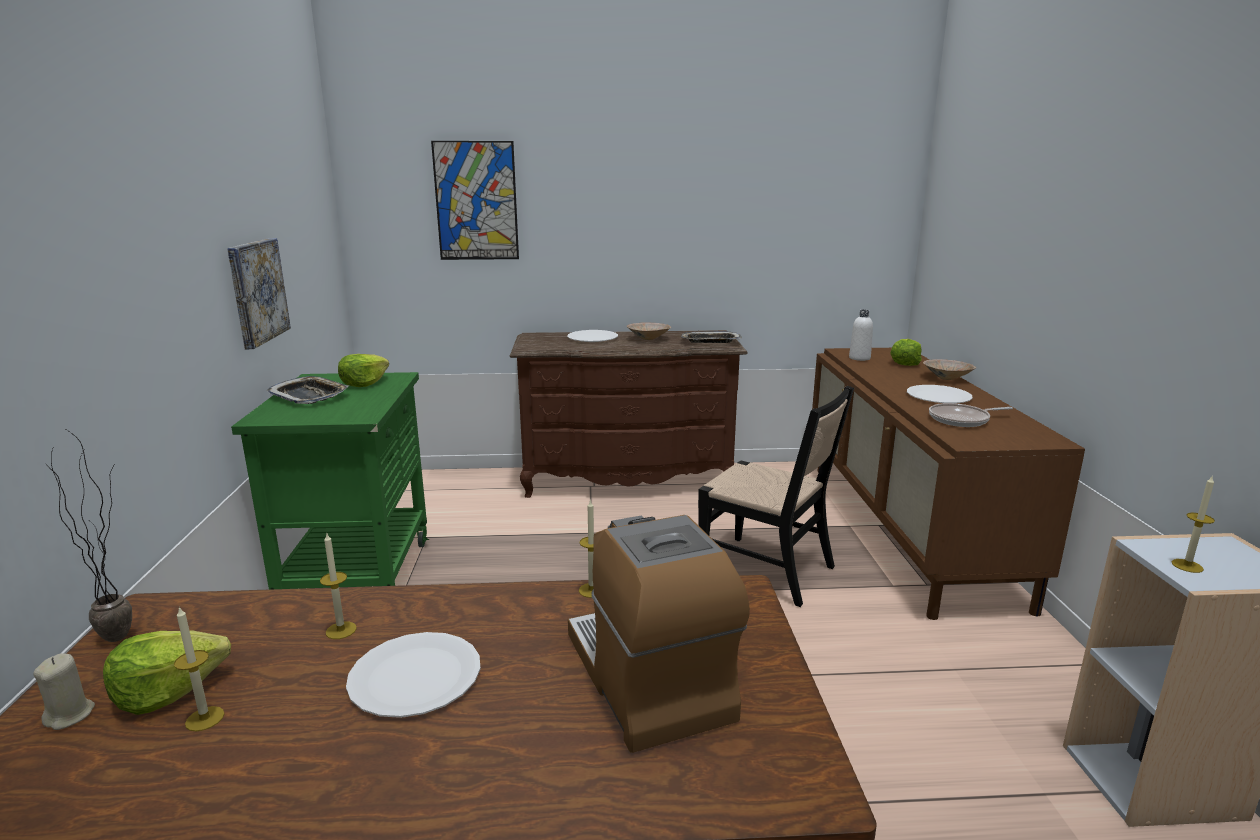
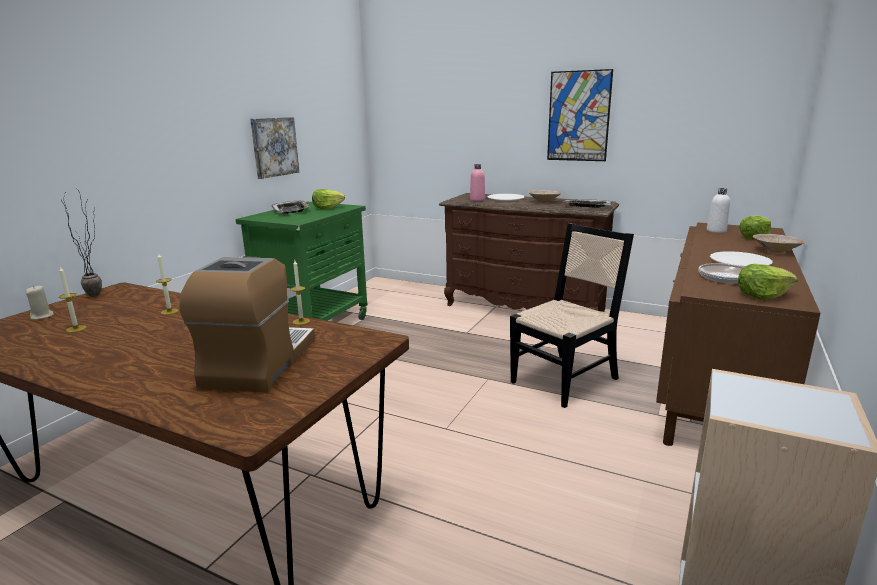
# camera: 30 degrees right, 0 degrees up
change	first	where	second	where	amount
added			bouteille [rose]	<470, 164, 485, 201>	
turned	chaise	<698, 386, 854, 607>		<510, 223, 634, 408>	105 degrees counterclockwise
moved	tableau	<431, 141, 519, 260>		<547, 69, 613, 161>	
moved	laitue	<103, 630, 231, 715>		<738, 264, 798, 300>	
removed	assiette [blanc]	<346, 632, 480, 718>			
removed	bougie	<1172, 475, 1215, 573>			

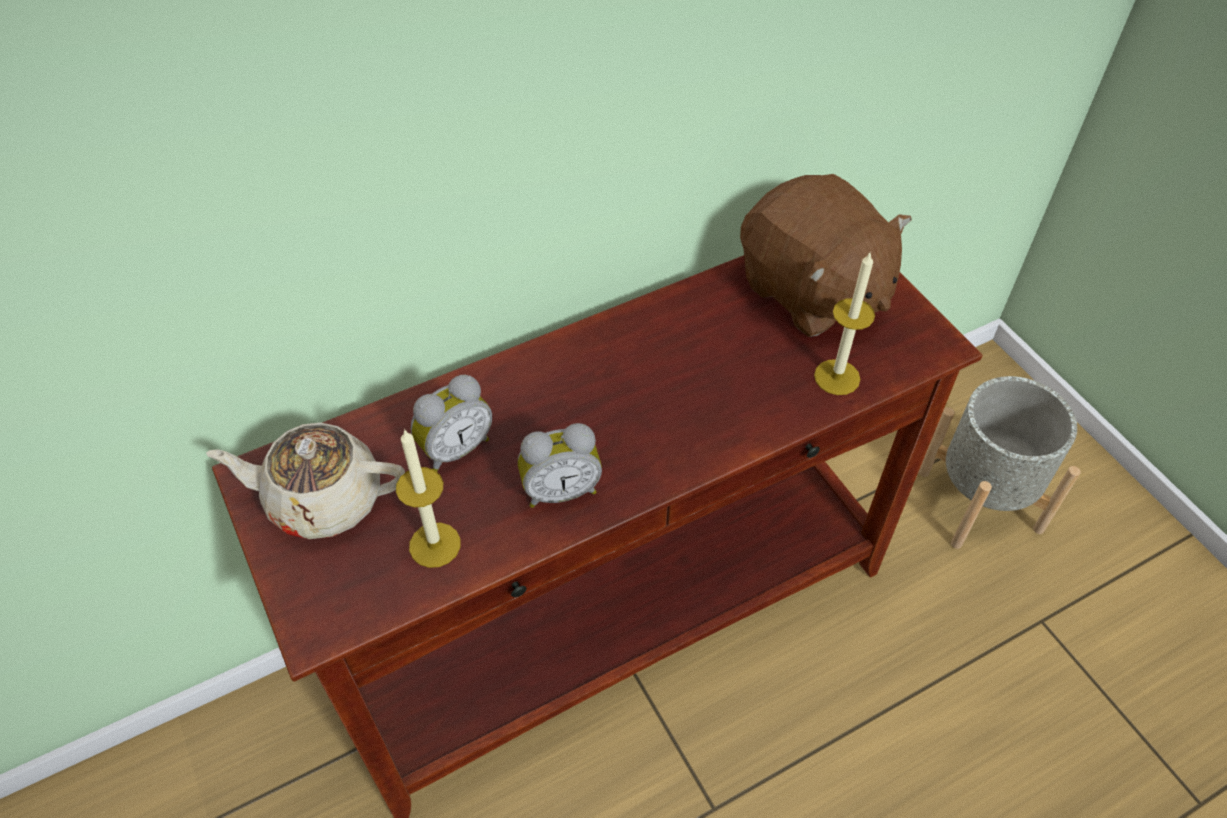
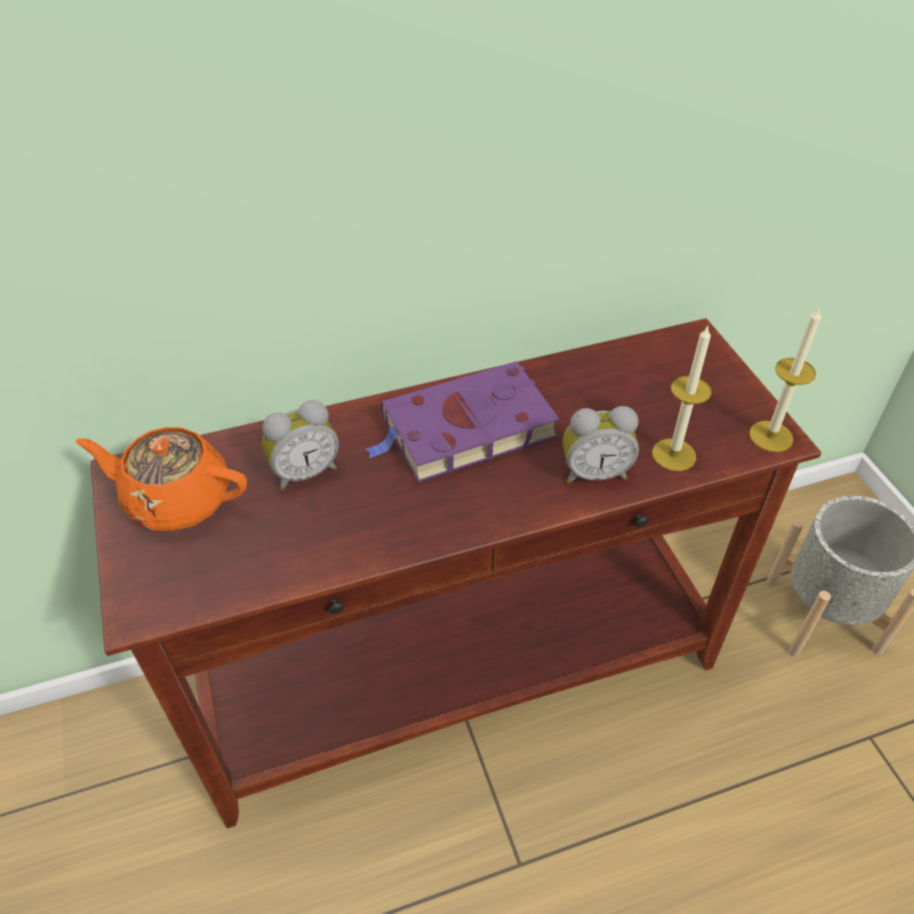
# camera: 10 degrees right, 5 degrees down
change	first	where	second	where	amount
recoloured	théière [beige]	<206, 422, 405, 539>	théière [orange]	<76, 427, 247, 531>	
added			livre [violet]	<365, 361, 560, 483>	
moved	réveil	<518, 423, 602, 508>		<563, 406, 639, 484>	
moved	bougie	<396, 429, 461, 568>		<749, 306, 821, 452>	
removed	peluche [marron]	<740, 174, 912, 337>			

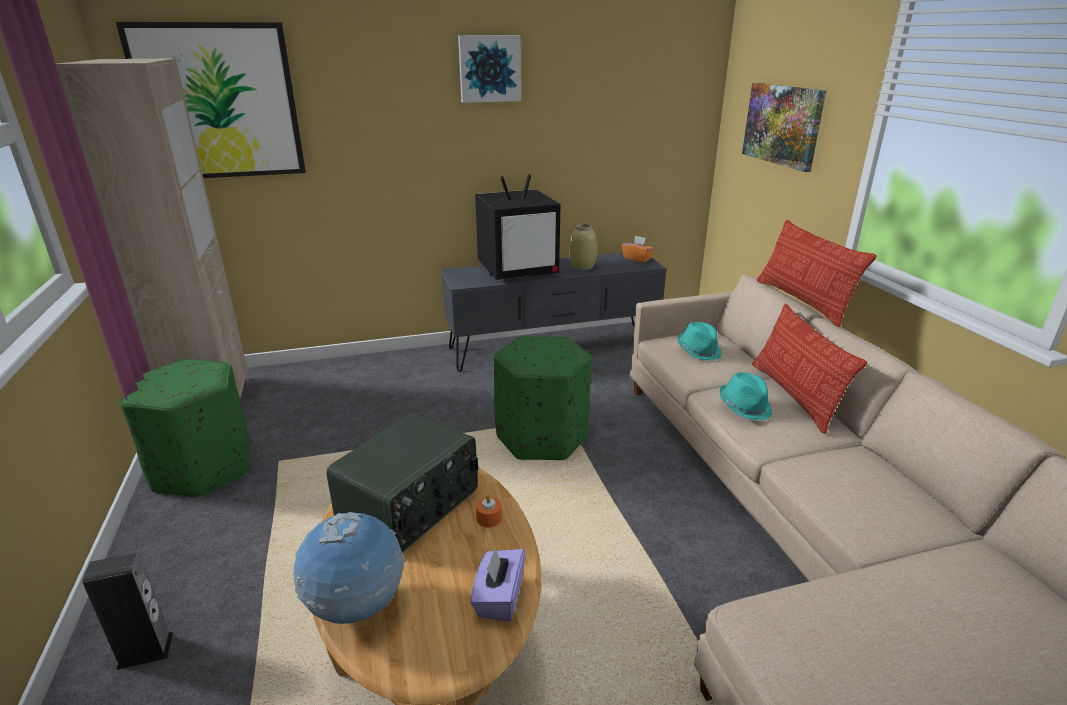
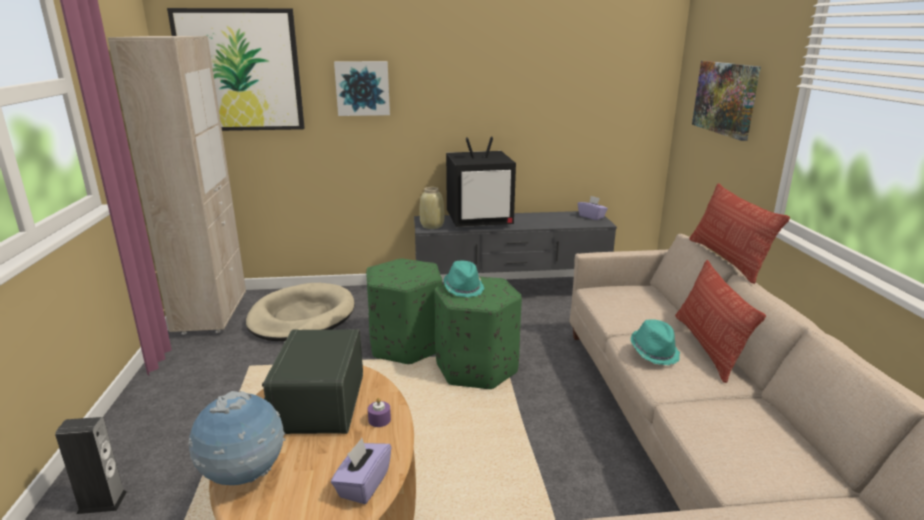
# camera: 10 degrees right, 5 degrees down
change	first	where	second	where	amount
added			panier pour chien [beige]	<246, 283, 354, 341>	
turned	radio	<326, 413, 478, 552>		<262, 329, 363, 434>	135 degrees clockwise
moved	tableau	<458, 35, 521, 103>		<334, 61, 390, 116>	
moved	pouf [vert]	<120, 359, 250, 498>		<366, 258, 442, 364>	
recoloured	bougie [orange]	<476, 494, 502, 528>	bougie [violet]	<368, 397, 391, 427>	
moved	vase [beige]	<570, 224, 597, 270>		<419, 187, 444, 229>	
moved	chapeau [turquoise]	<678, 322, 722, 361>		<444, 261, 484, 297>	
recoloured	boîte à mouchoirs [orange]	<622, 236, 654, 262>	boîte à mouchoirs [violet]	<578, 196, 608, 220>	

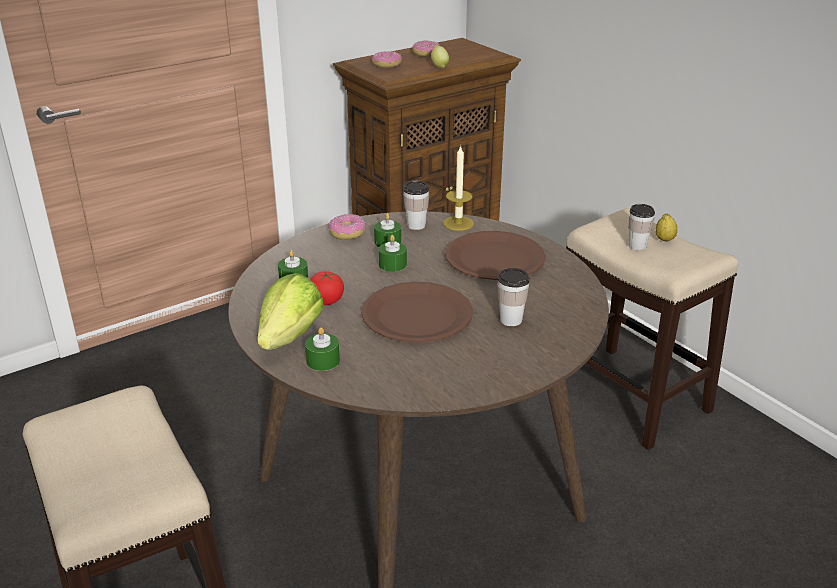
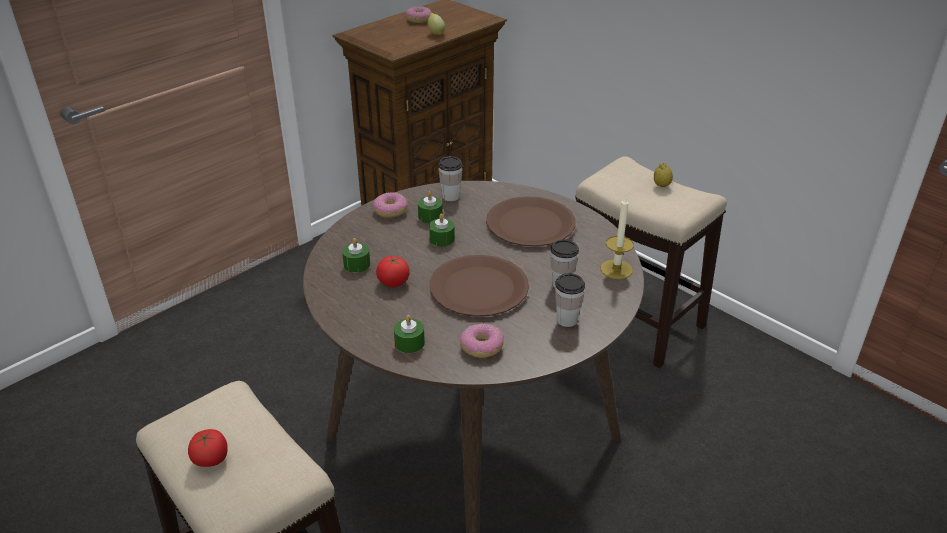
# camera: 10 degrees left, 5 degrees up
change	first	where	second	where	amount
added			tomate	<188, 429, 228, 467>	
moved	beignet	<372, 51, 402, 68>		<460, 323, 504, 358>	
moved	tasse	<629, 204, 655, 250>		<555, 273, 585, 327>	
moved	bougie	<443, 145, 474, 231>		<601, 197, 634, 279>	
removed	laitue	<257, 273, 324, 350>			

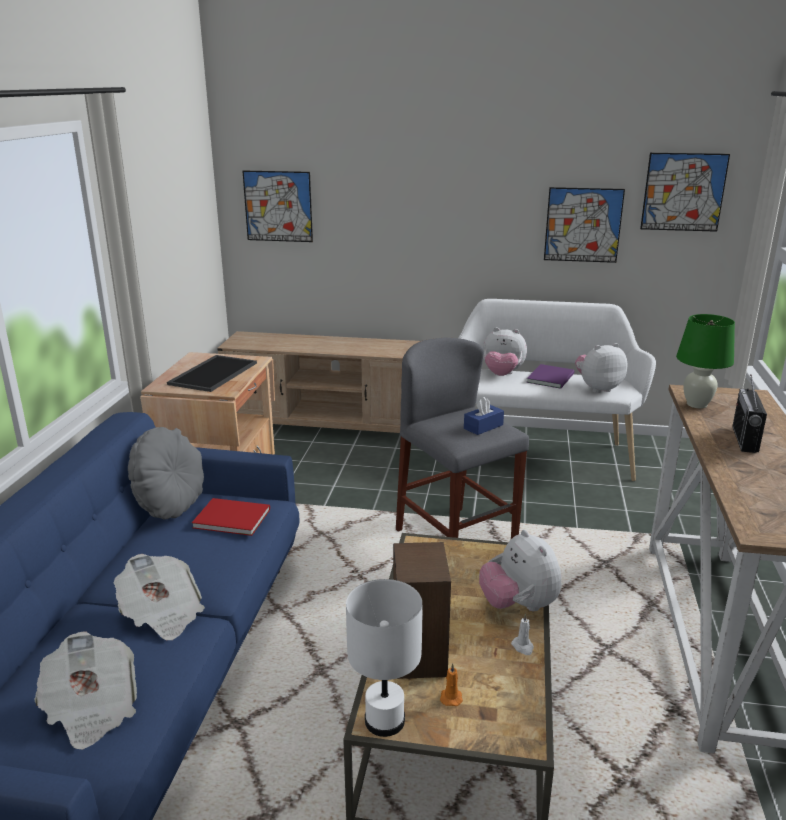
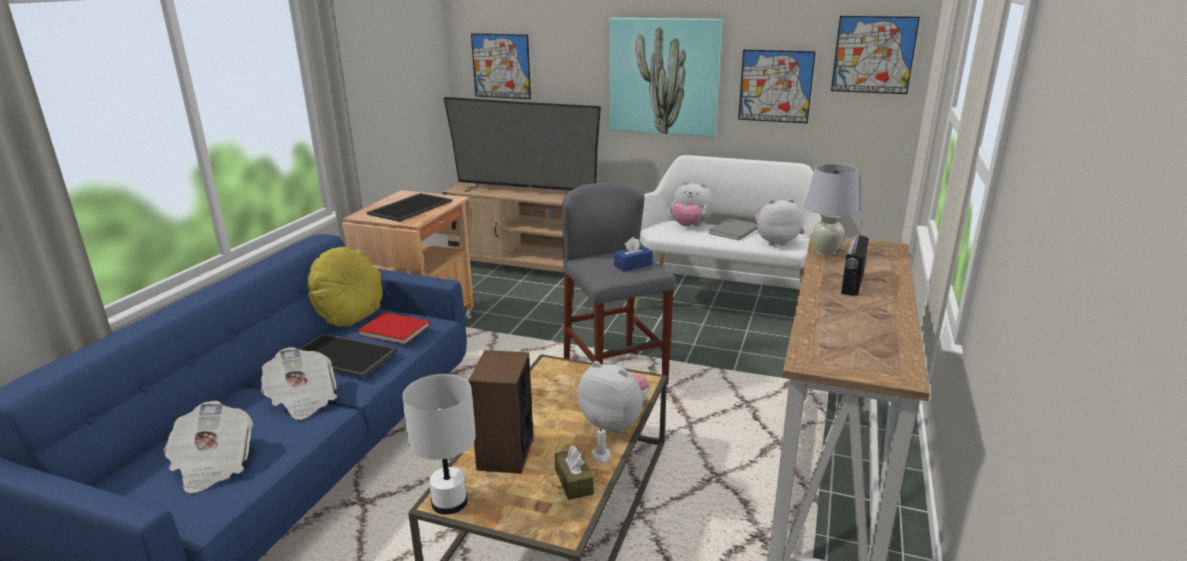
# camera: 10 degrees right, 0 degrees up
change	first	where	second	where	amount
added			plateau	<298, 333, 397, 378>	
recoloured	coussin [gris]	<128, 427, 204, 520>	coussin [jaune]	<307, 247, 383, 326>	
added			téléviseur	<444, 97, 601, 192>	
added			boîte à mouchoirs [marron]	<555, 445, 594, 500>	
turned	peluche	<479, 530, 561, 611>		<578, 361, 650, 433>	135 degrees clockwise
added			tableau	<609, 18, 722, 137>	
recoloured	livre [violet]	<526, 364, 575, 389>	livre [gris]	<709, 218, 758, 241>	
recoloured	lampe de table [vert]	<676, 314, 735, 408>	lampe de table [blanc]	<805, 164, 859, 256>	
removed	bougie [orange]	<440, 663, 463, 706>			

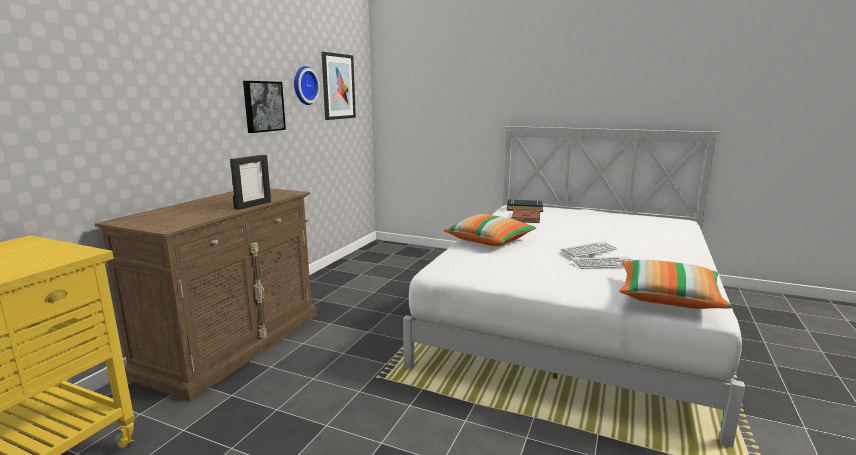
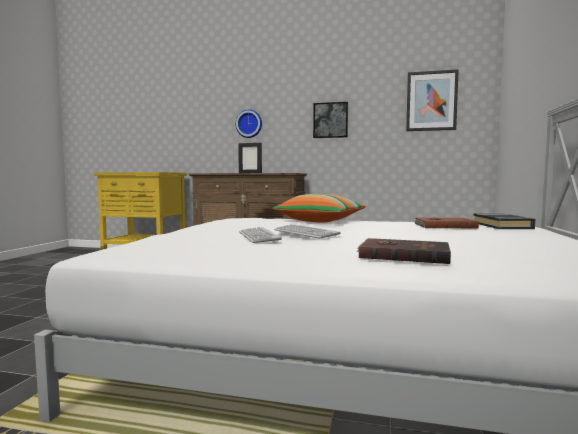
# camera: 80 degrees right, 10 degrees down
change	first	where	second	where	amount
moved	horloge murale	<294, 66, 320, 105>		<236, 110, 262, 138>	
added			livre [marron]	<356, 238, 451, 264>	
removed	coussin	<619, 260, 733, 309>			

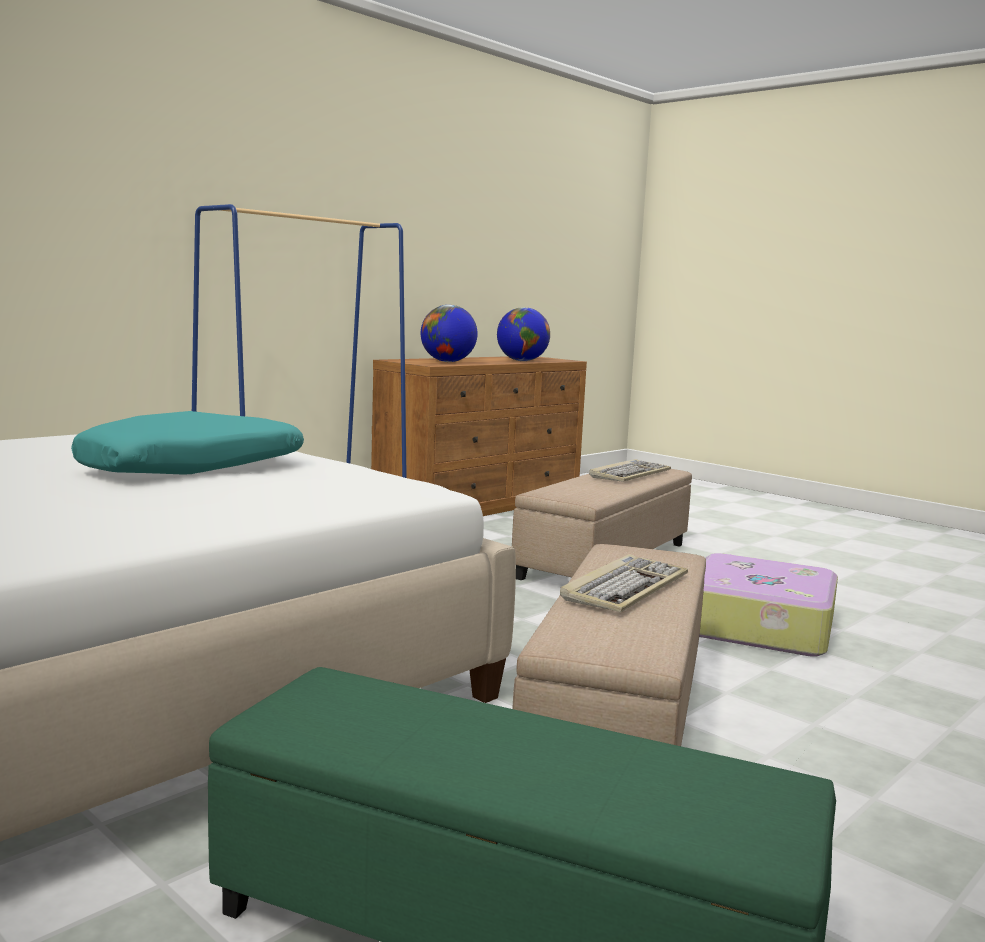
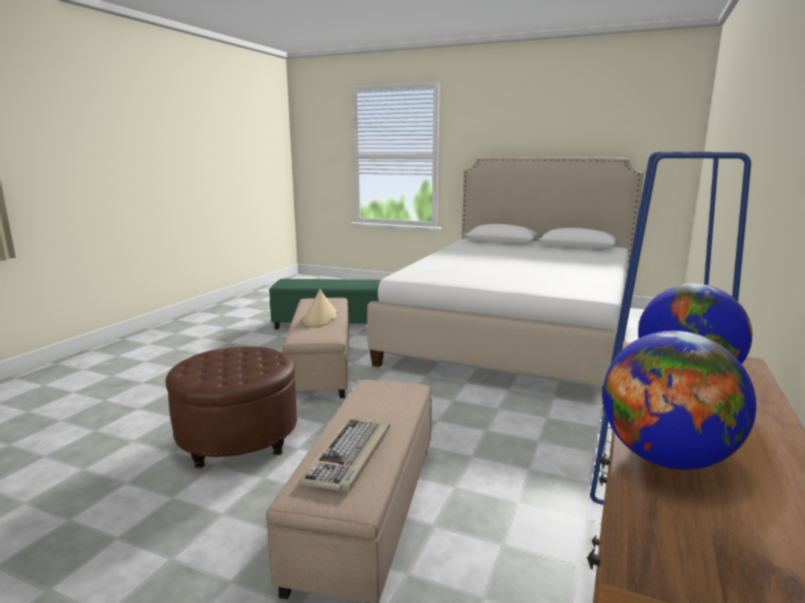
# camera: 160 degrees right, 5 degrees up
change	first	where	second	where	amount
replaced	valise	<699, 553, 838, 657>	pouf [marron]	<166, 347, 297, 468>	
replaced	clavier	<560, 554, 688, 612>	chapeau [beige]	<303, 289, 338, 327>	
removed	coussin [turquoise]	<71, 411, 304, 474>			

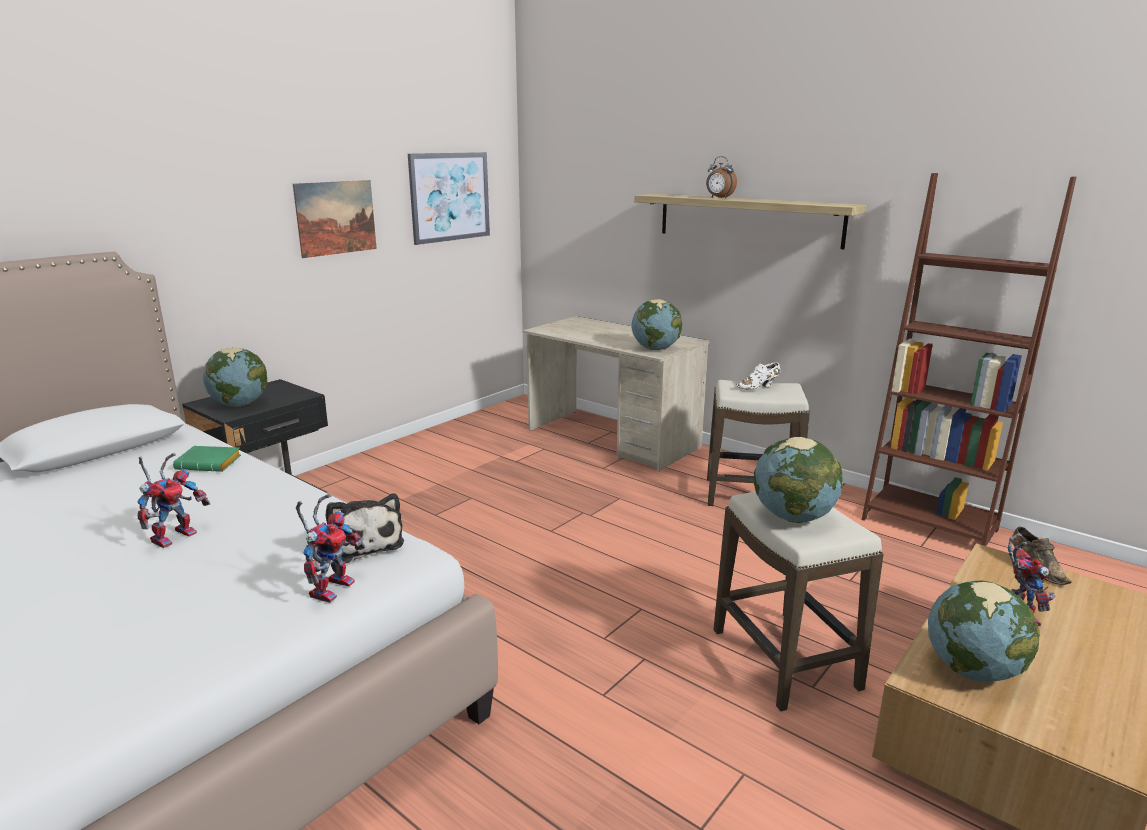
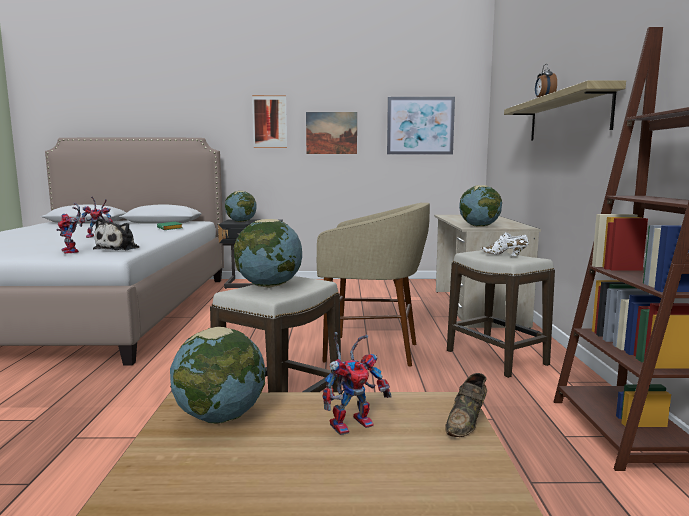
# camera: 50 degrees right, 10 degrees down
change	first	where	second	where	amount
turned	robot jouet	<296, 494, 365, 603>		<57, 202, 81, 254>	75 degrees clockwise
added			tableau	<252, 95, 287, 148>	
added			tabouret [beige]	<317, 203, 430, 366>	

